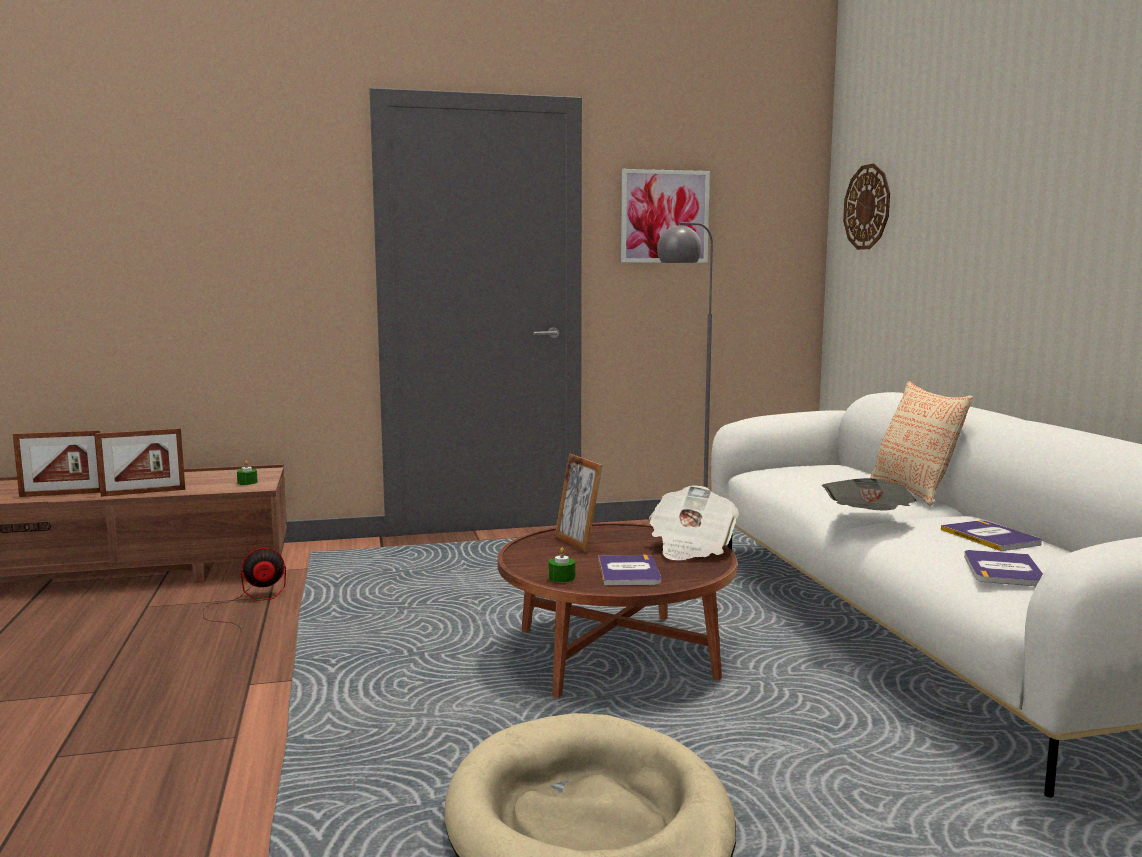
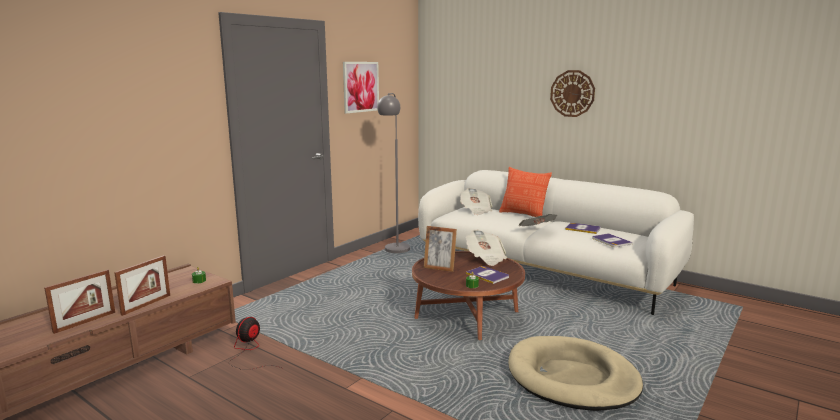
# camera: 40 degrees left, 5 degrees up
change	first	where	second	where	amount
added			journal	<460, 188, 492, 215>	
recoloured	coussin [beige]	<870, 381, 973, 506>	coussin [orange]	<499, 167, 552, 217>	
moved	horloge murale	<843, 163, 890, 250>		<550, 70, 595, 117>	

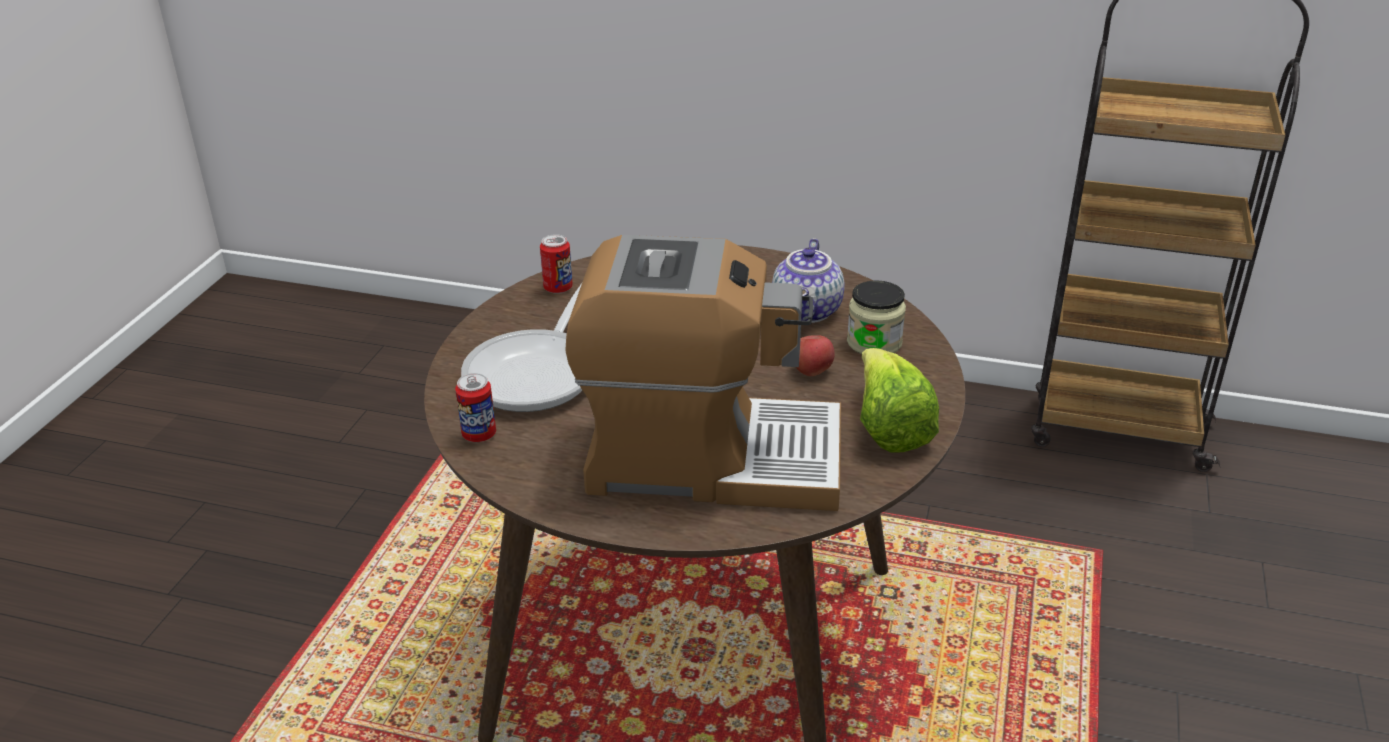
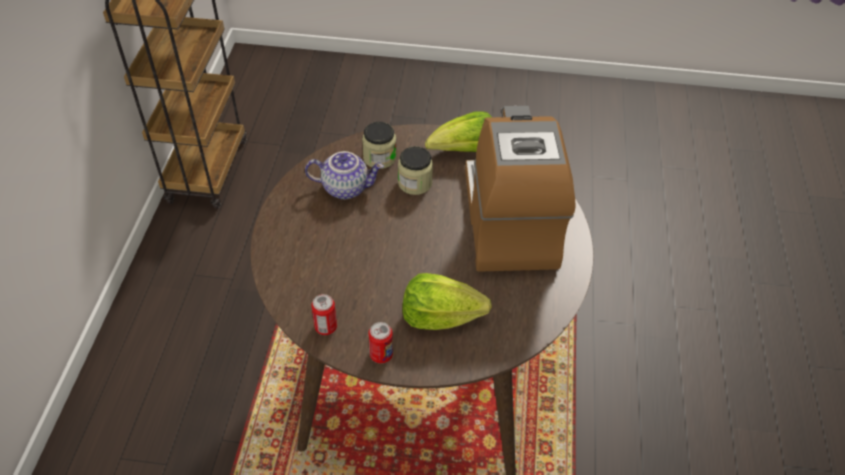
# camera: 100 degrees left, 15 degrees up
change	first	where	second	where	amount
moved	boîte métallique	<455, 373, 496, 442>		<368, 322, 393, 363>	
replaced	pomme	<796, 335, 835, 376>	bocal	<398, 146, 433, 195>	
replaced	poêle	<461, 284, 582, 412>	laitue	<402, 273, 492, 330>	

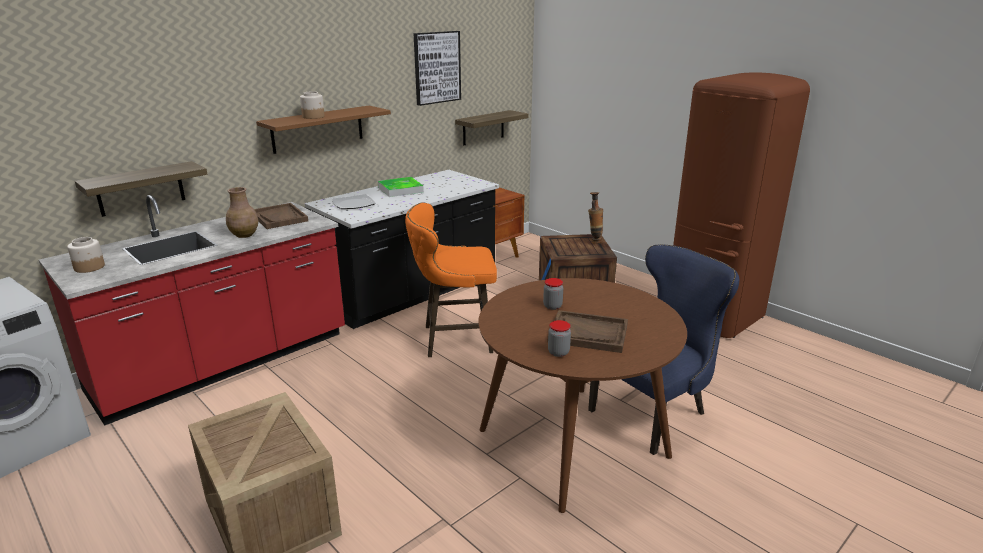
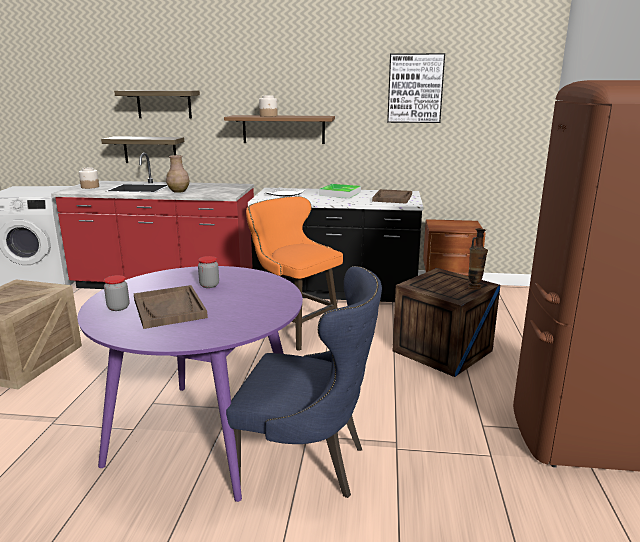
# camera: 50 degrees right, 5 degrees down
change	first	where	second	where	amount
recoloured	table à manger [marron]	<478, 278, 687, 513>	table à manger [violet]	<77, 266, 303, 502>	
moved	étagère	<455, 110, 529, 145>		<114, 90, 200, 119>	
moved	plateau [marron]	<254, 203, 308, 229>		<372, 189, 412, 204>	

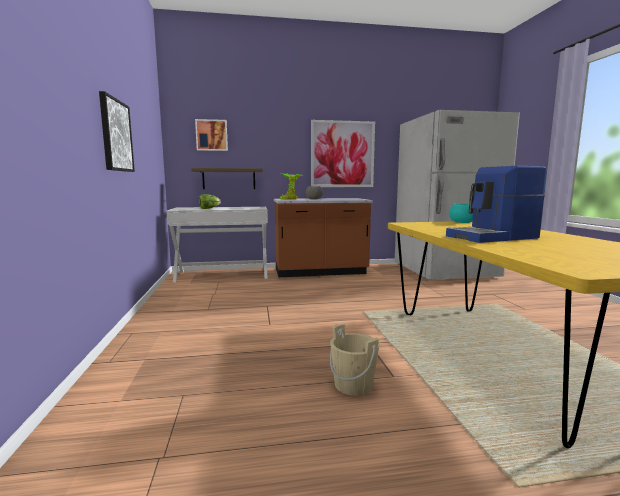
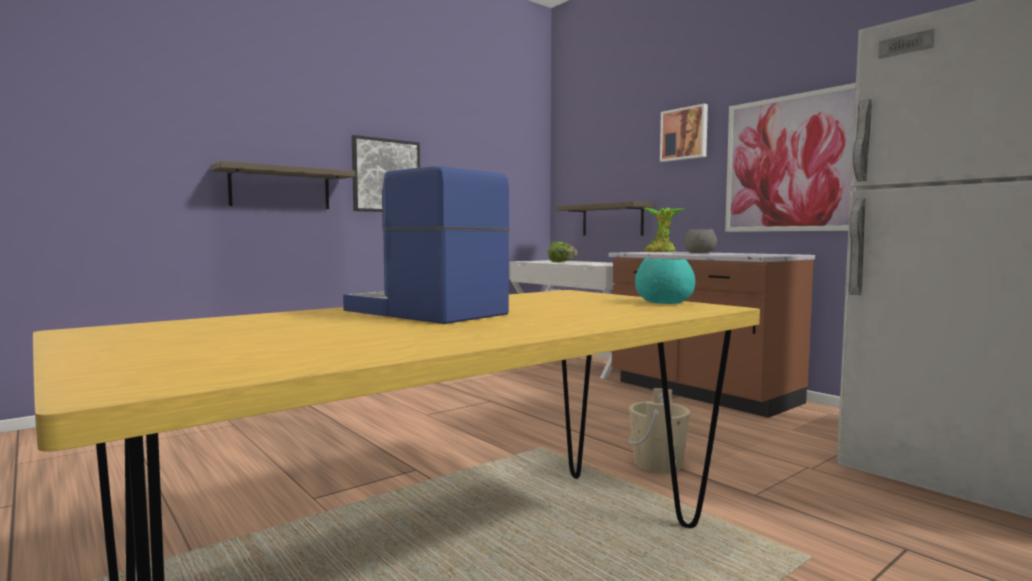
# camera: 60 degrees right, 5 degrees down
change	first	where	second	where	amount
added			étagère	<210, 161, 355, 209>	
moved	seau [beige]	<330, 324, 379, 396>		<629, 388, 690, 473>	
moved	tableau	<195, 119, 228, 151>		<660, 104, 708, 162>	

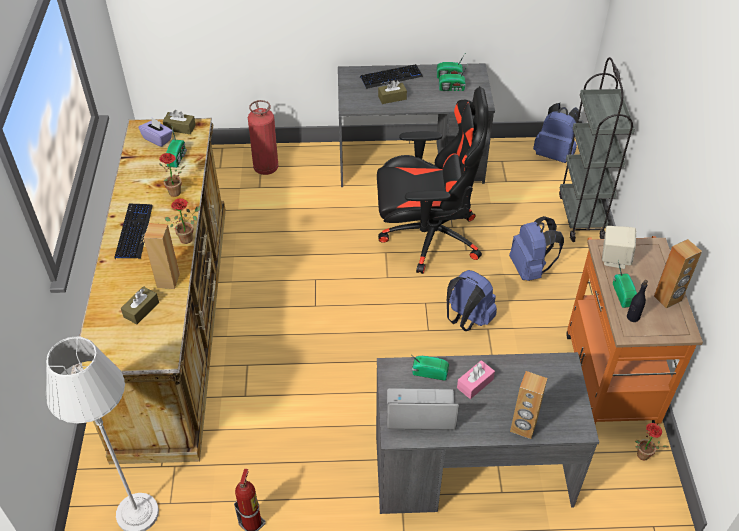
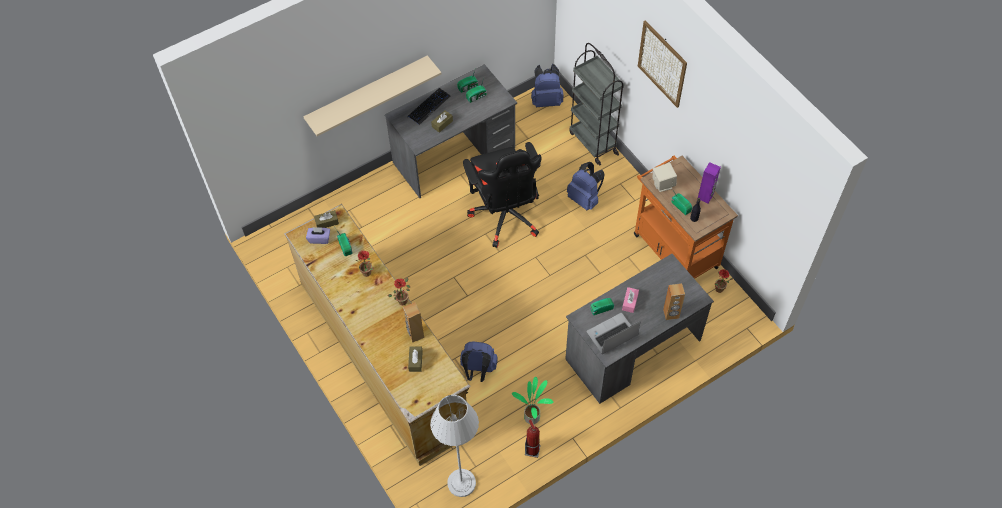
# camera: 30 degrees left, 10 degrees up
change	first	where	second	where	amount
added			étagère [beige]	<303, 55, 442, 136>	
moved	sac à dos [bleu]	<447, 270, 497, 331>		<460, 342, 498, 382>	
turned	chaise de bureau [noir]	<377, 86, 489, 274>		<463, 142, 541, 248>	105 degrees clockwise
added			plante en pot	<512, 377, 554, 424>	
added			tableau	<638, 20, 687, 108>	
recoloured	enceinte [marron]	<654, 239, 702, 309>	enceinte [violet]	<698, 162, 721, 203>	
removed	clavier	<114, 204, 153, 259>			
removed	extincteur	<248, 100, 278, 175>			

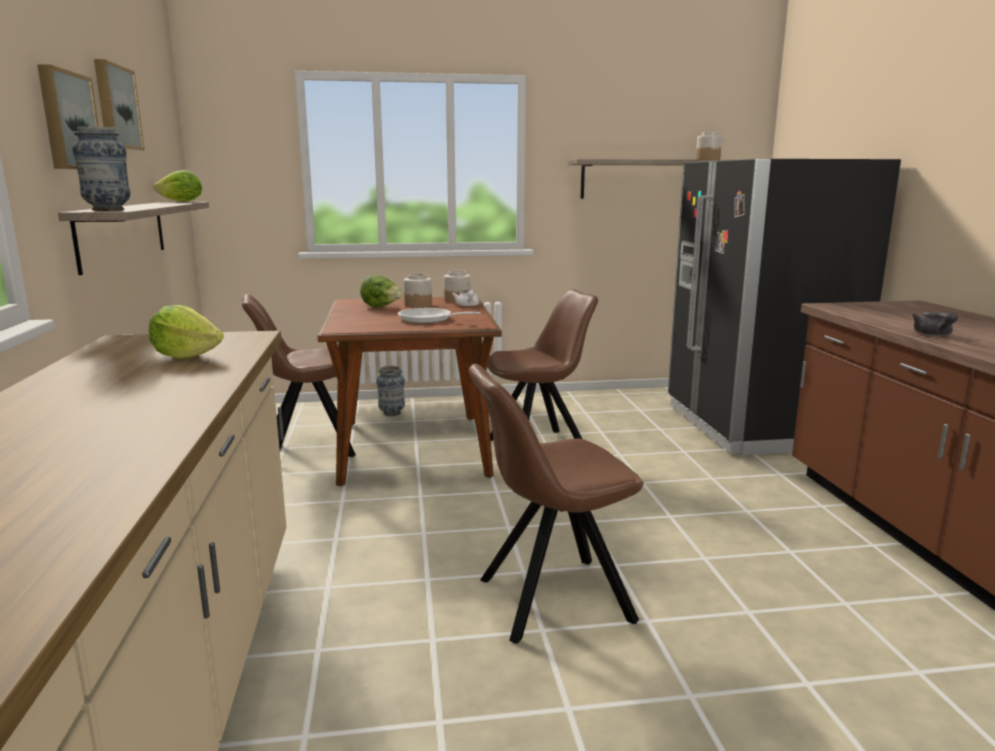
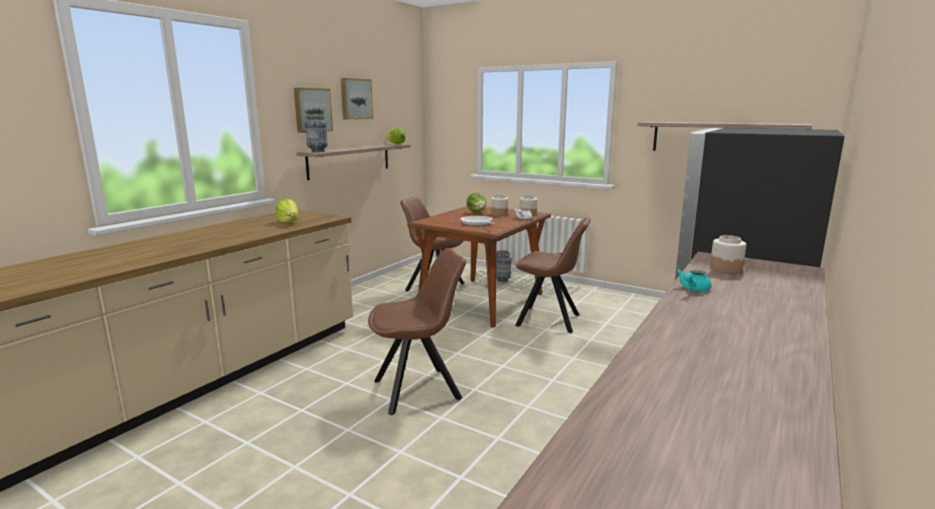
# camera: 40 degrees right, 0 degrees up
change	first	where	second	where	amount
turned	chaise [marron]	<469, 364, 644, 644>		<368, 248, 466, 415>	135 degrees clockwise
recoloured	théière [gris]	<912, 312, 958, 336>	théière [turquoise]	<677, 269, 711, 291>	
moved	bocal	<696, 132, 722, 160>		<710, 235, 746, 273>	

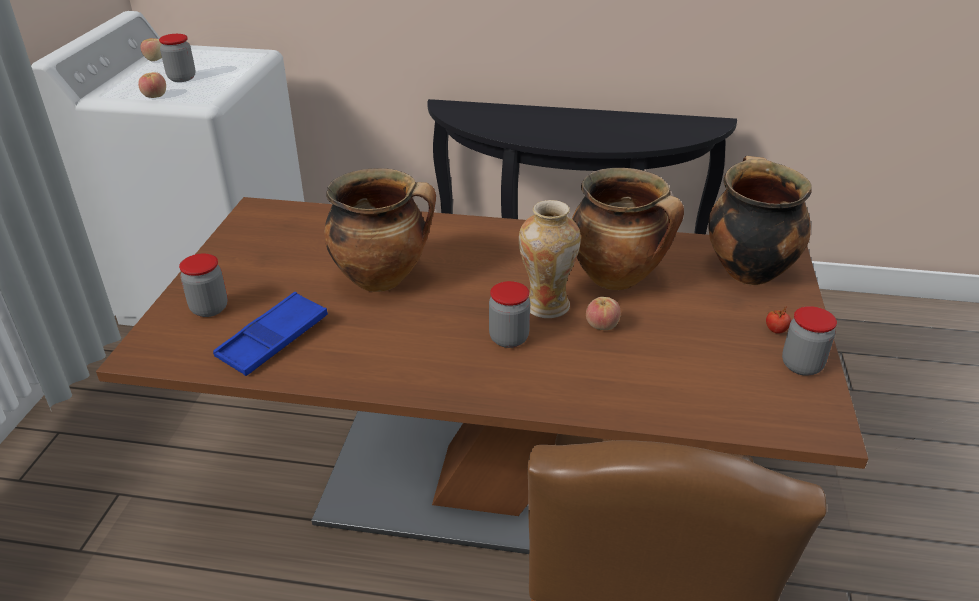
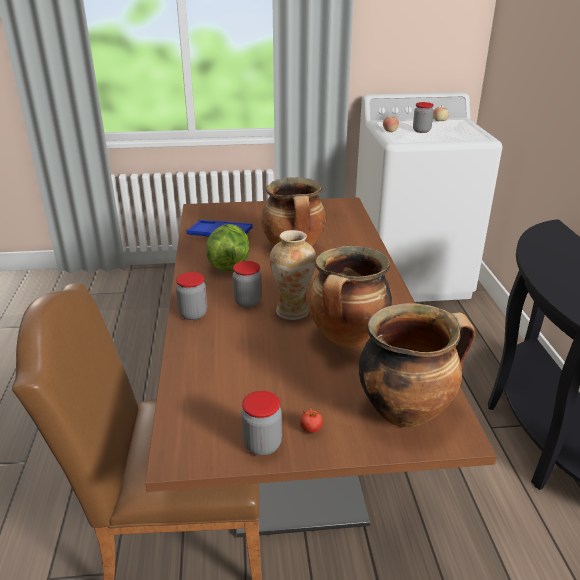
# camera: 75 degrees right, 5 degrees down
change	first	where	second	where	amount
moved	bocal	<179, 253, 228, 317>		<176, 272, 207, 320>	
added			laitue	<206, 224, 250, 271>	
removed	pomme	<586, 297, 621, 330>			

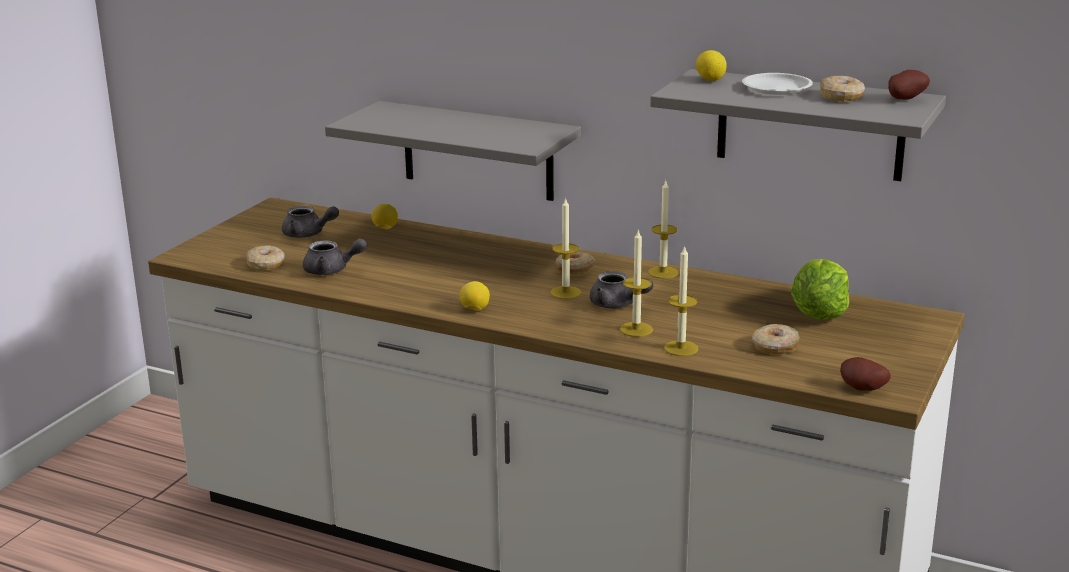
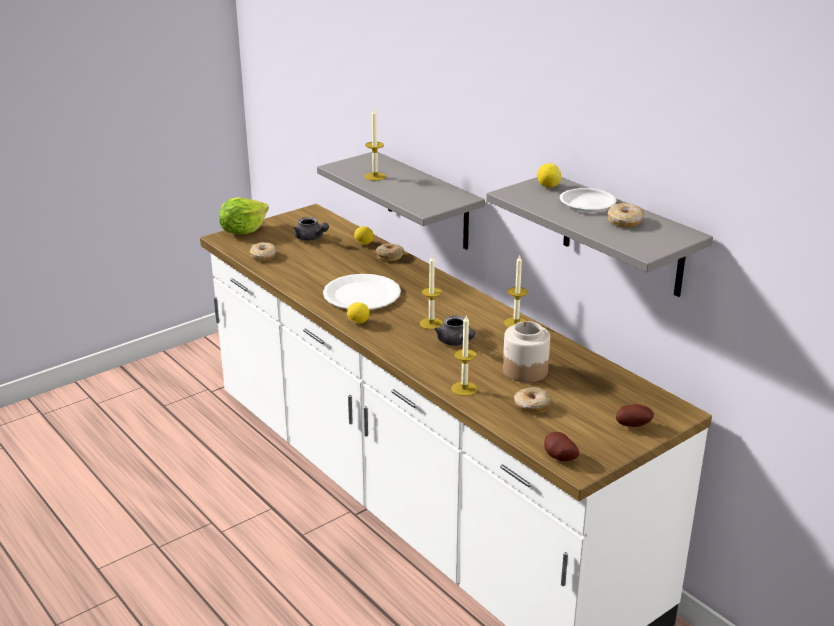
# camera: 25 degrees right, 5 degrees up
change	first	where	second	where	amount
moved	laitue	<791, 259, 849, 319>		<219, 197, 269, 234>	
added			assiette [blanc]	<323, 274, 401, 310>	
moved	bougie	<620, 229, 653, 337>		<365, 109, 386, 181>	
moved	beignet	<556, 252, 595, 277>		<376, 243, 404, 261>	
added			bocal	<503, 321, 550, 383>	
moved	pomme de terre	<888, 70, 930, 100>		<616, 404, 654, 427>	
removed	théière [gris]	<303, 238, 367, 275>			

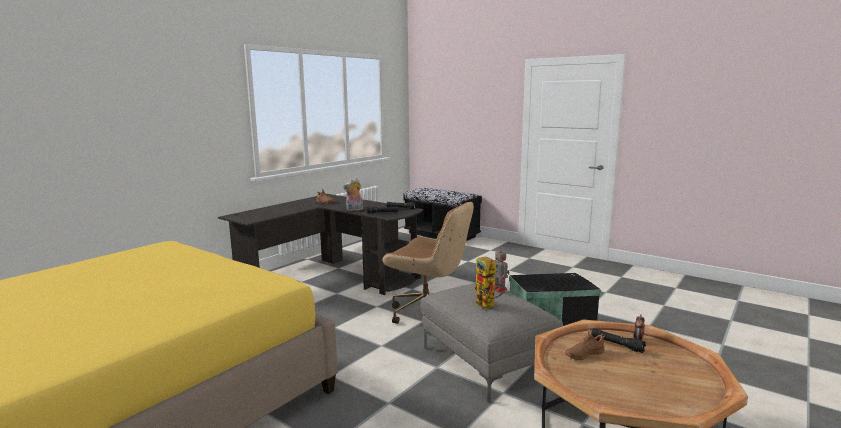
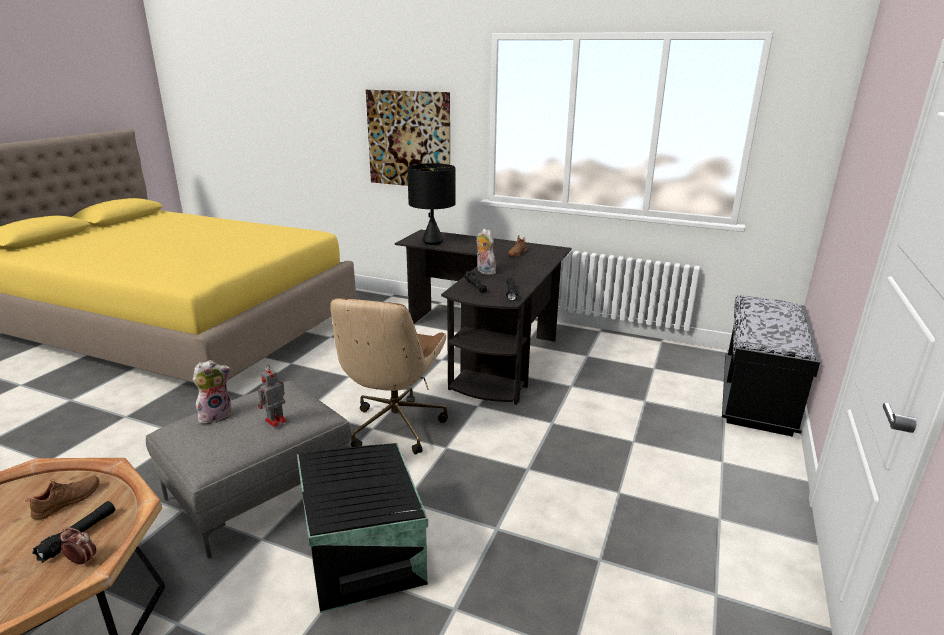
# camera: 75 degrees right, 10 degrees up
change	first	where	second	where	amount
turned	chaussure [marron]	<565, 329, 605, 361>		<25, 476, 100, 520>	75 degrees clockwise
replaced	robot jouet	<474, 257, 505, 309>	peluche	<193, 360, 232, 426>	
added			tableau	<366, 90, 450, 186>	
added			lampe de table [noir]	<407, 163, 456, 245>	

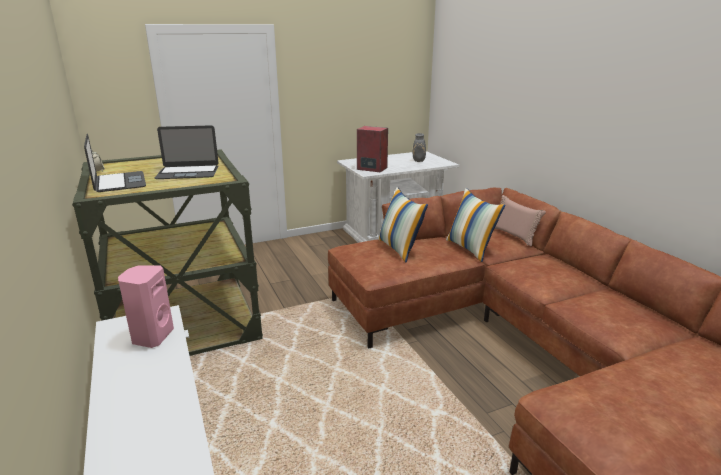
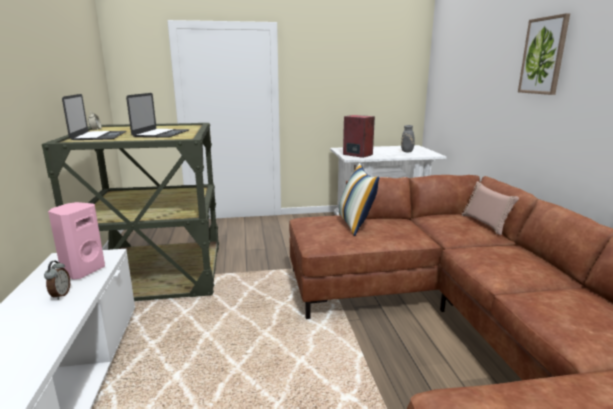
# camera: 15 degrees right, 5 degrees down
change	first	where	second	where	amount
added			réveil	<44, 261, 70, 300>	
turned	ordinateur portable	<155, 125, 219, 179>		<126, 93, 189, 138>	90 degrees counterclockwise
added			tableau	<518, 13, 570, 95>	
removed	coussin	<446, 188, 506, 262>			

